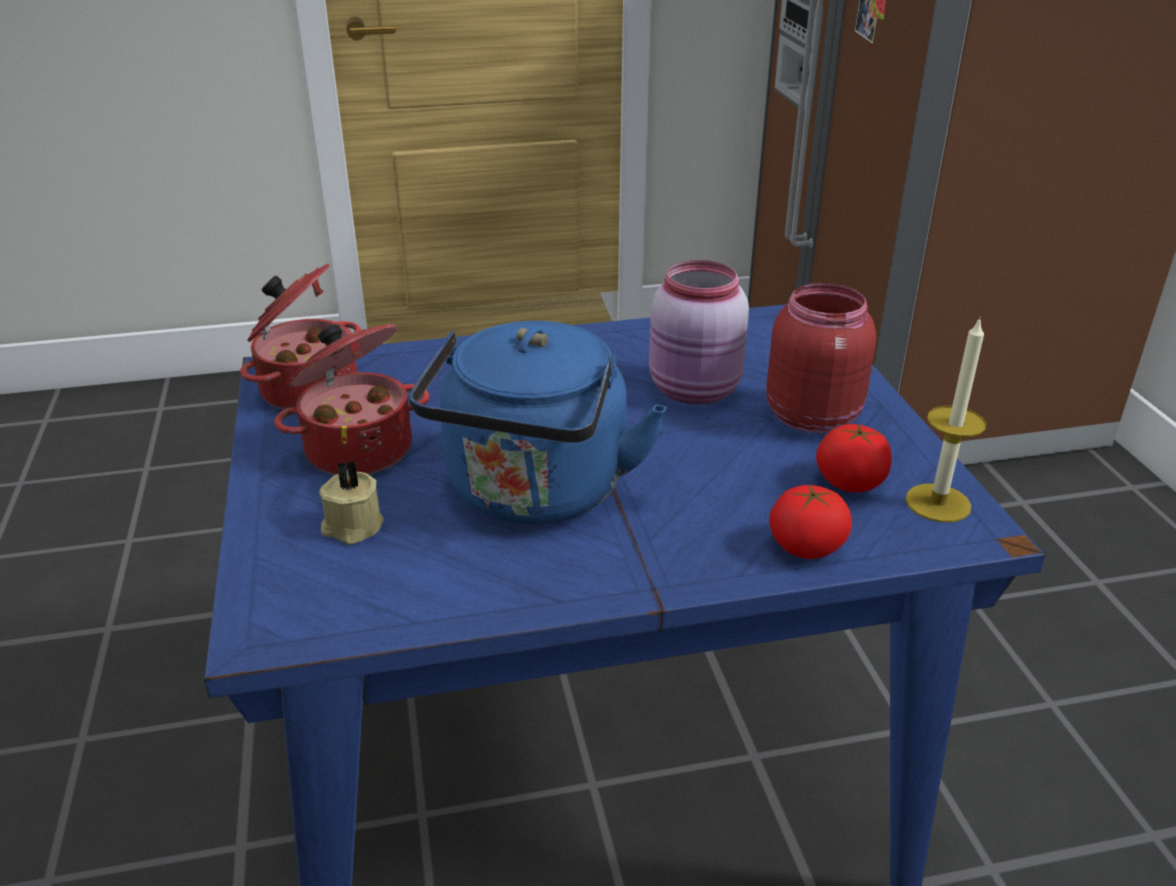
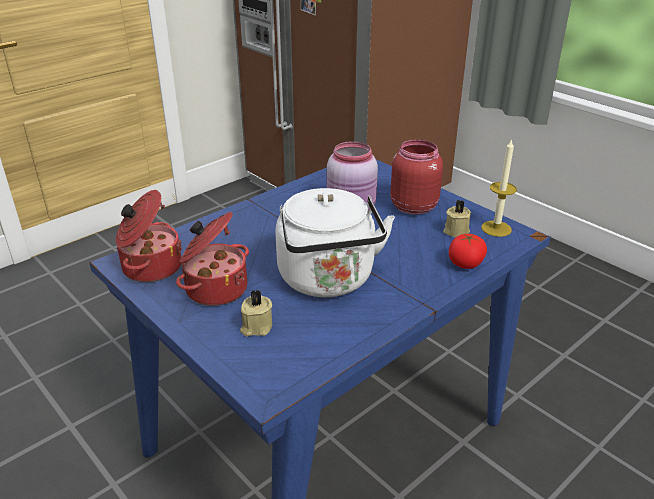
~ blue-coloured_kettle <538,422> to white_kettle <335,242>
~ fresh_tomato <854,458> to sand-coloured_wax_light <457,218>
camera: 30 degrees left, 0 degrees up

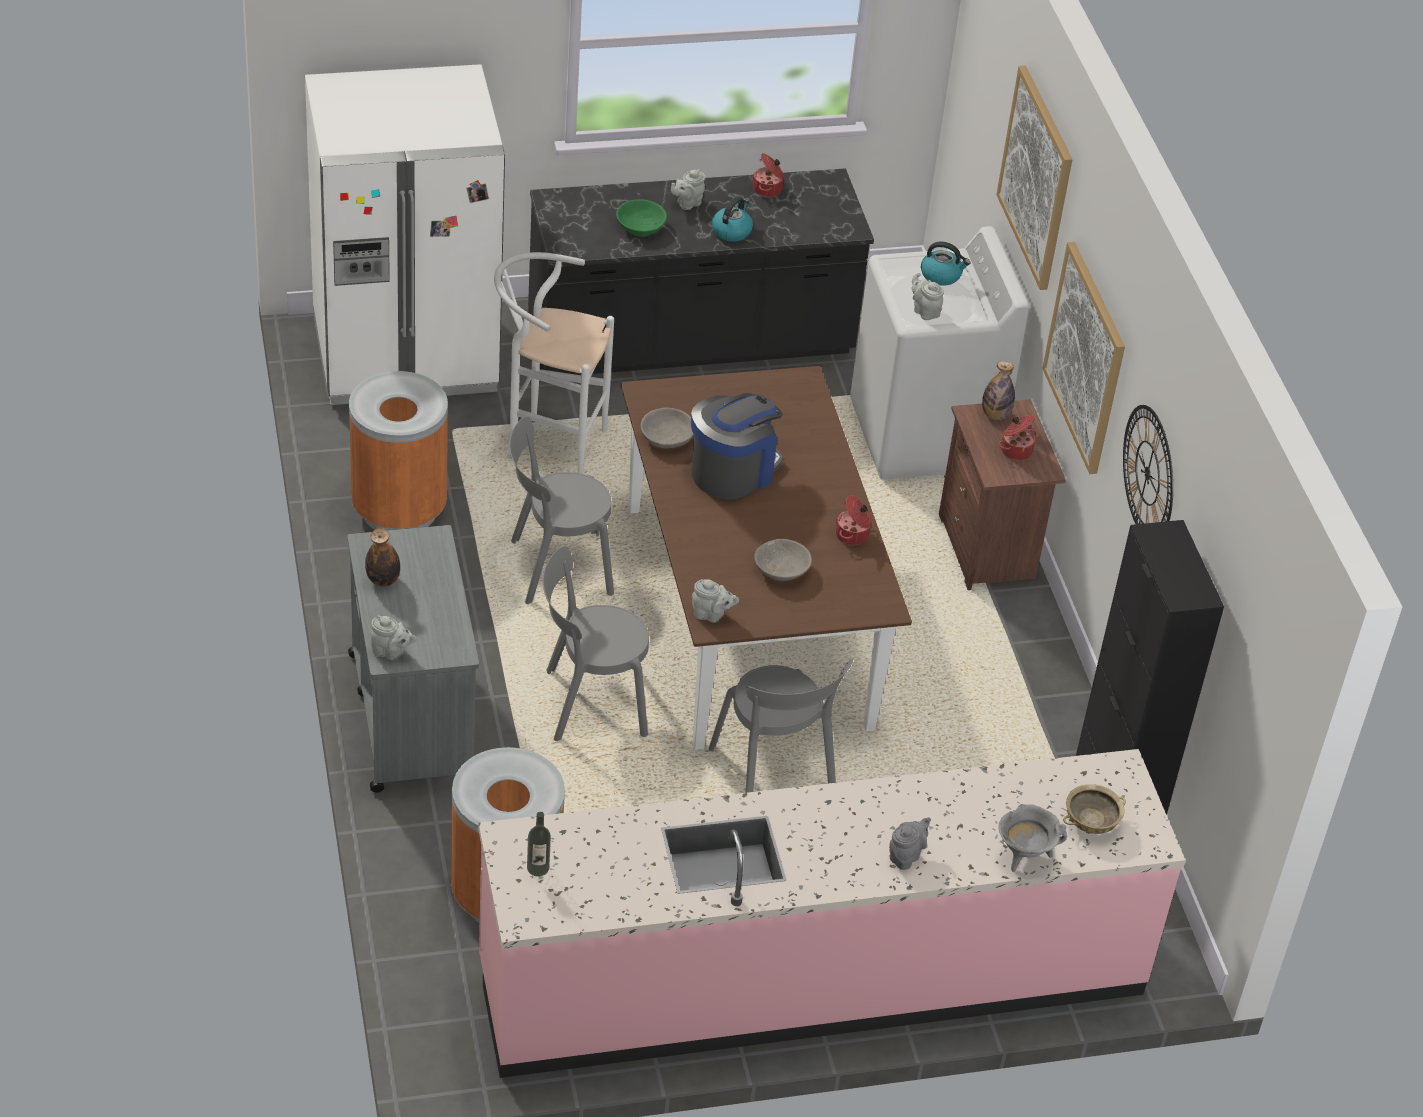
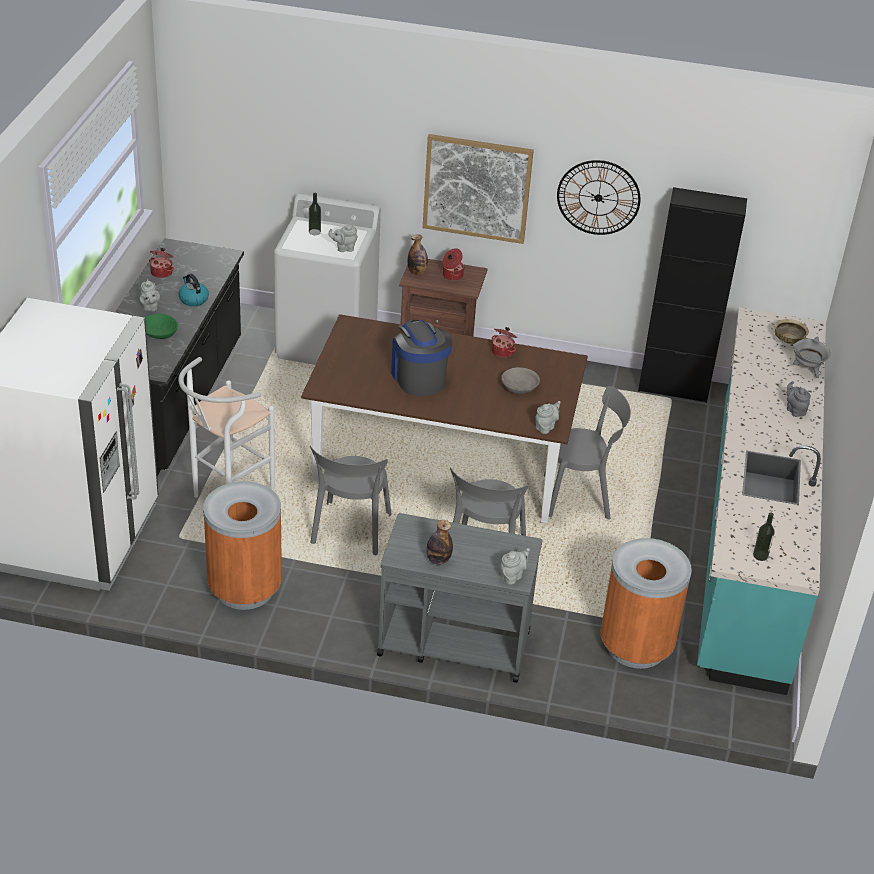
~ pink_kitchen_base_unit <831,913> to turquoise-coloured_kitchen_base_unit <761,501>
- greyish_serving_bowl <667,428>
~ kettle <946,264> to bottle <315,214>
- picture <1034,178>
camera: 65 degrees left, 5 degrees down

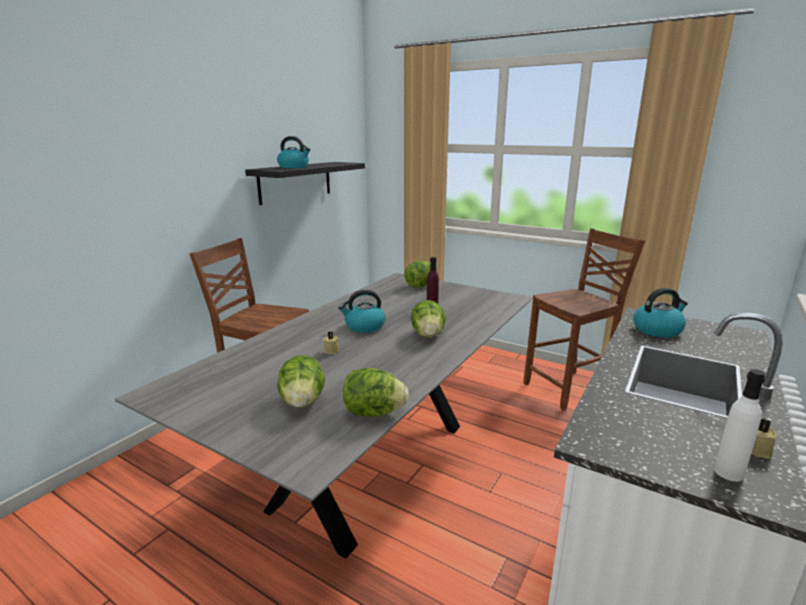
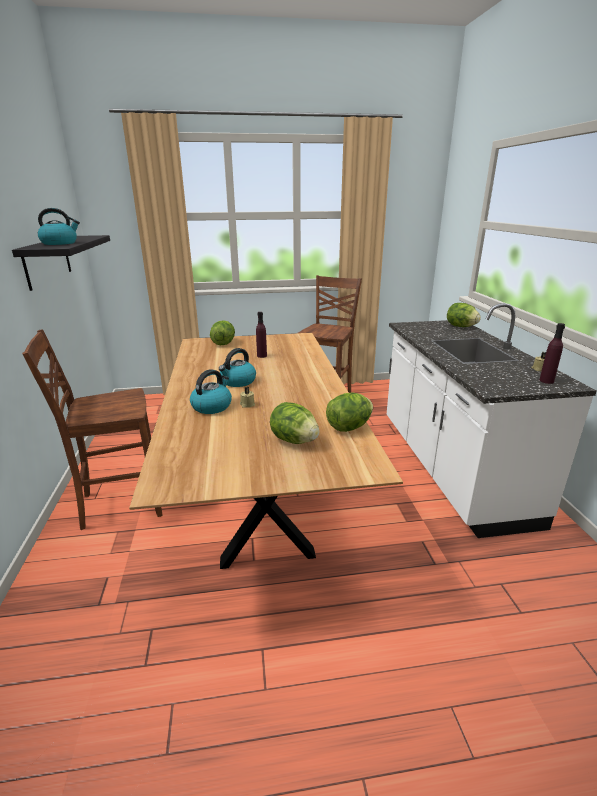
~ greyish_dining_table <324,416> to brown_dining_table <266,451>
~ lettuce <428,318> to <464,315>
~ kettle <660,313> to <211,391>
~ white_bottle <740,425> to purple-coloured_bottle <552,353>
camera: 40 degrees left, 5 degrees up

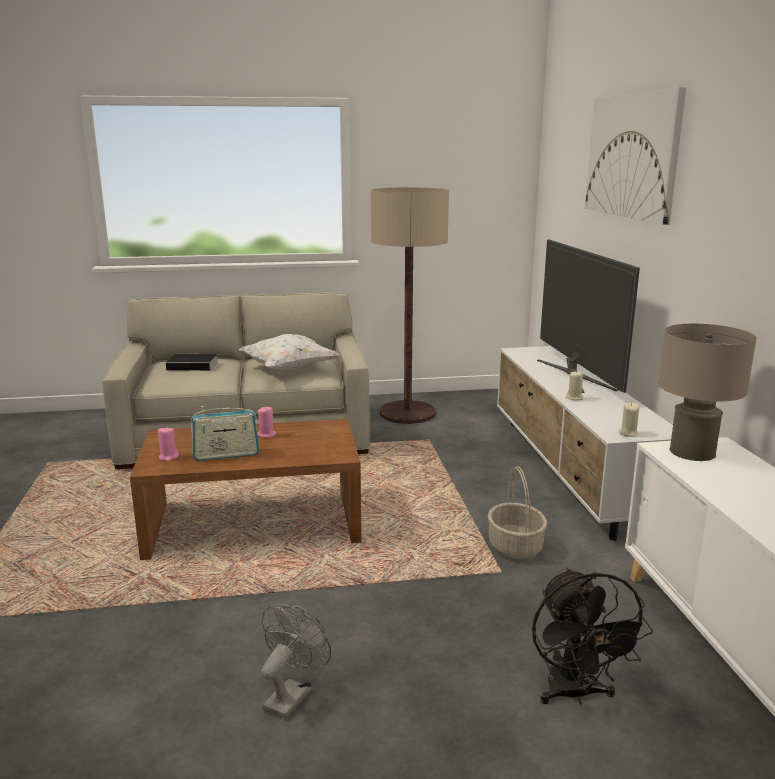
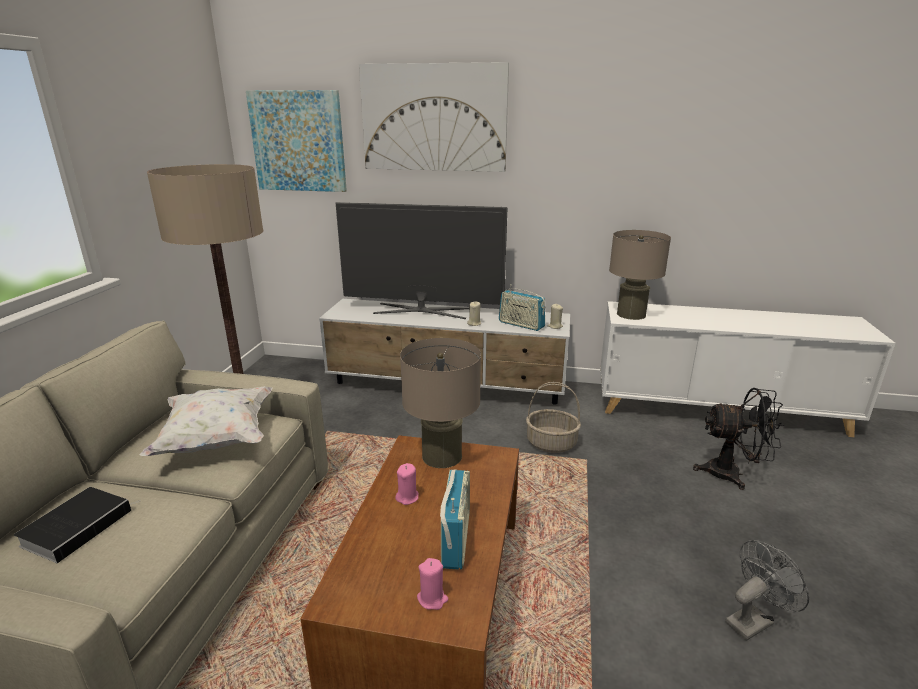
~ greyish_cooling_fan <296,661> = <767,590> 105 degrees clockwise
+ picture <296,141>
+ sand-coloured_lamp_for_a_table <440,403>
+ radio <522,307>
camera: 70 degrees left, 5 degrees up

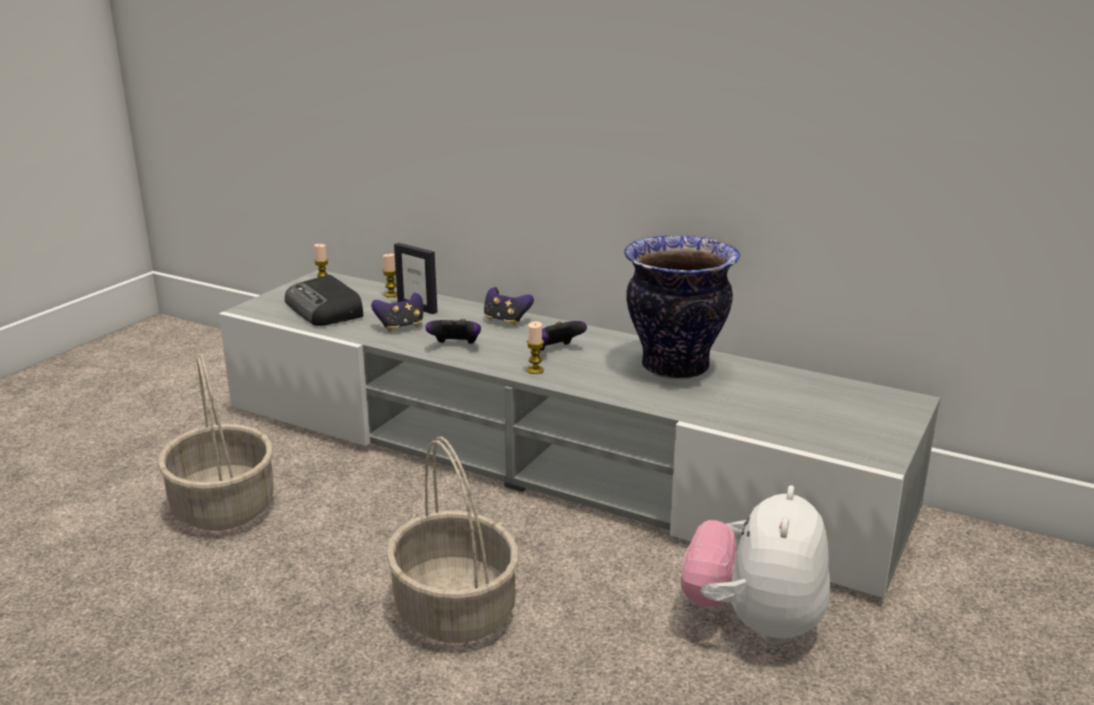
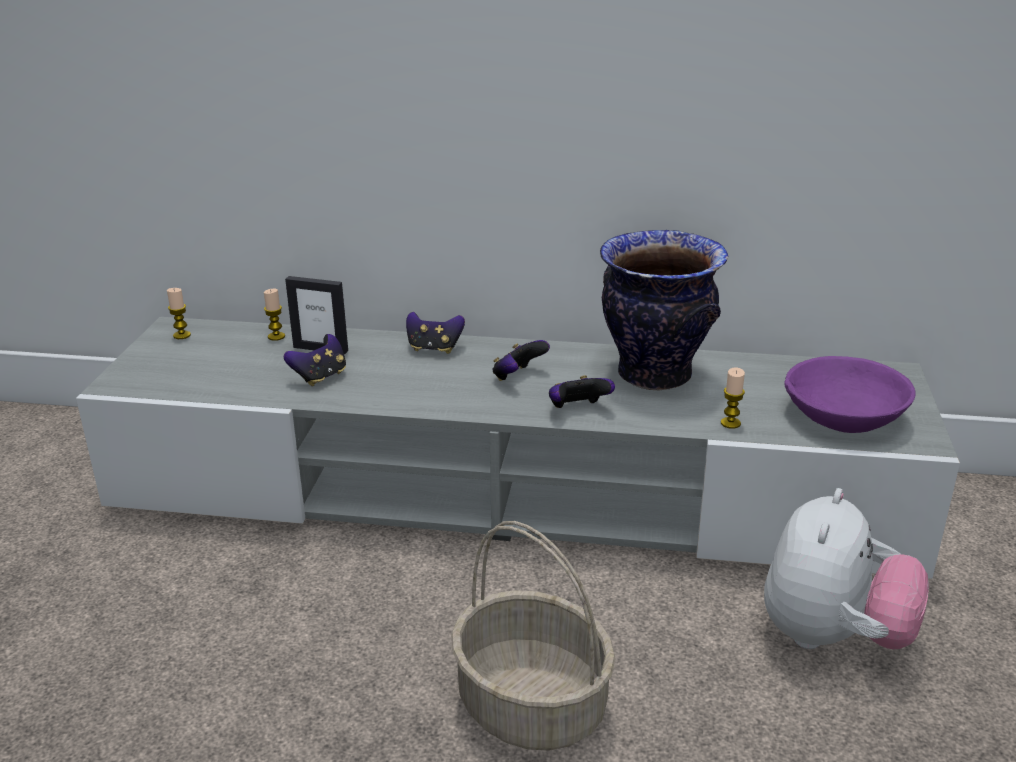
- household_basket <216,442>
- radio <324,300>
~ gamepad <453,331> to <582,391>
~ wax_light <535,347> to <733,398>
~ plush_toy <755,564> = <846,569> 150 degrees counterclockwise
+ purple-coloured_serving_bowl <850,394>
camera: 20 degrees left, 5 degrees up

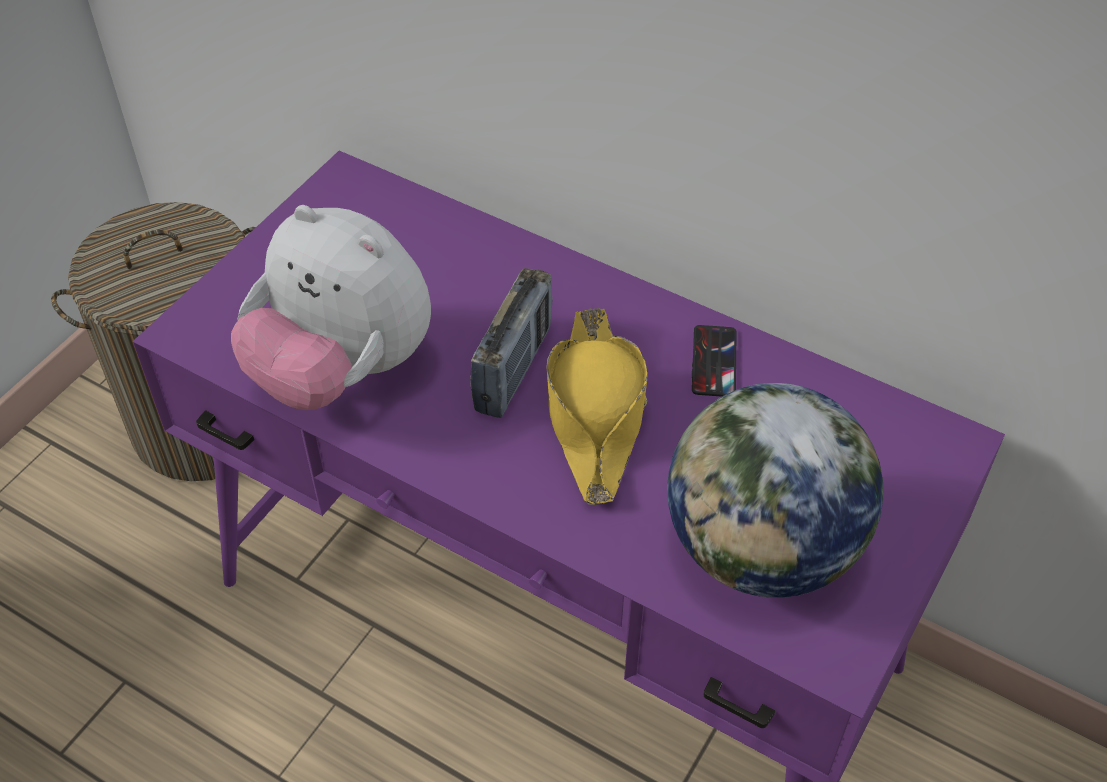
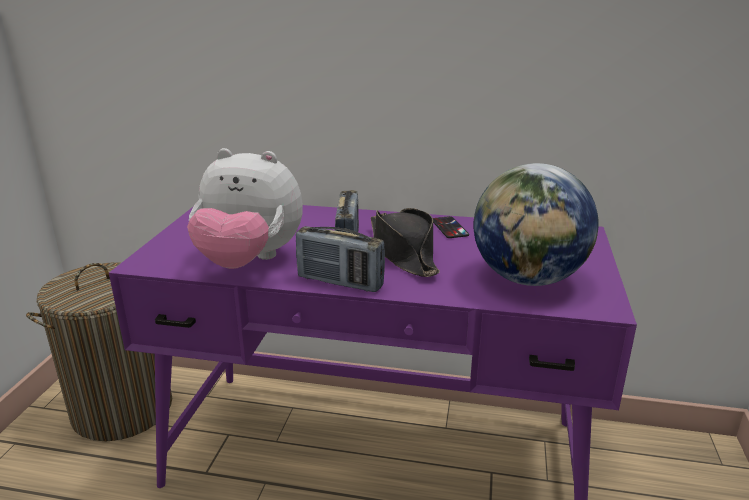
~ yellowish_clothing_hat <597,406> to blackish_clothing_hat <405,242>
+ radio <340,259>
camera: 20 degrees left, 25 degrees down

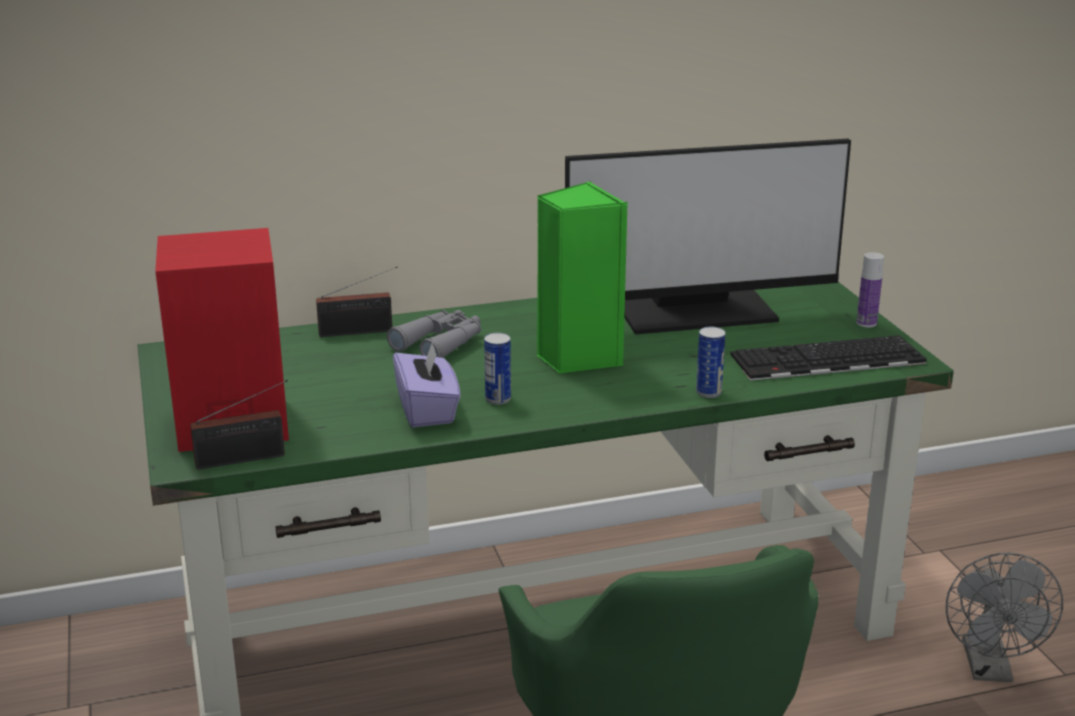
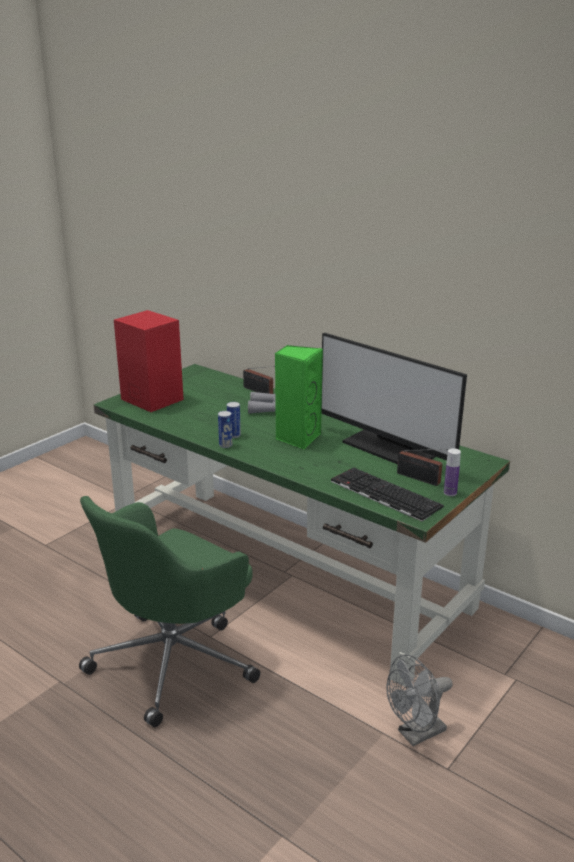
~ radio <239,424> to <422,467>
- purple-coloured_tissue_holder <427,384>
~ metal_can <711,362> to <225,429>
camera: 55 degrees right, 0 degrees up

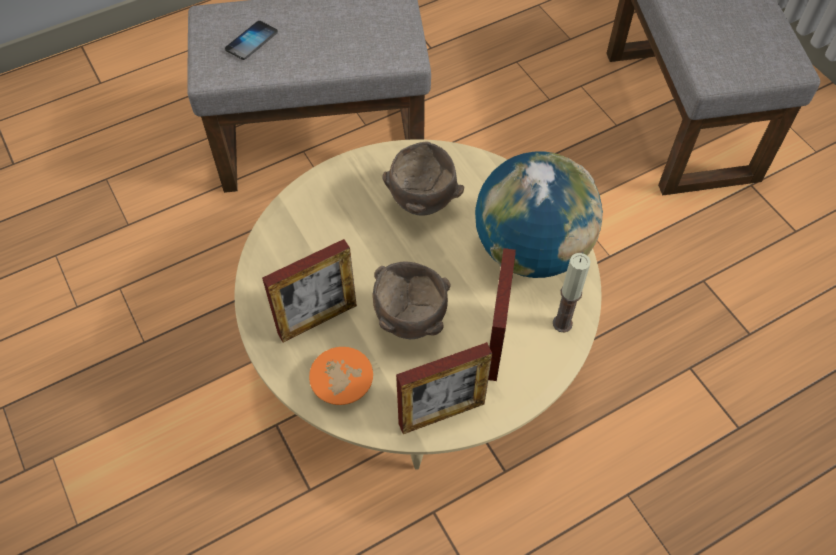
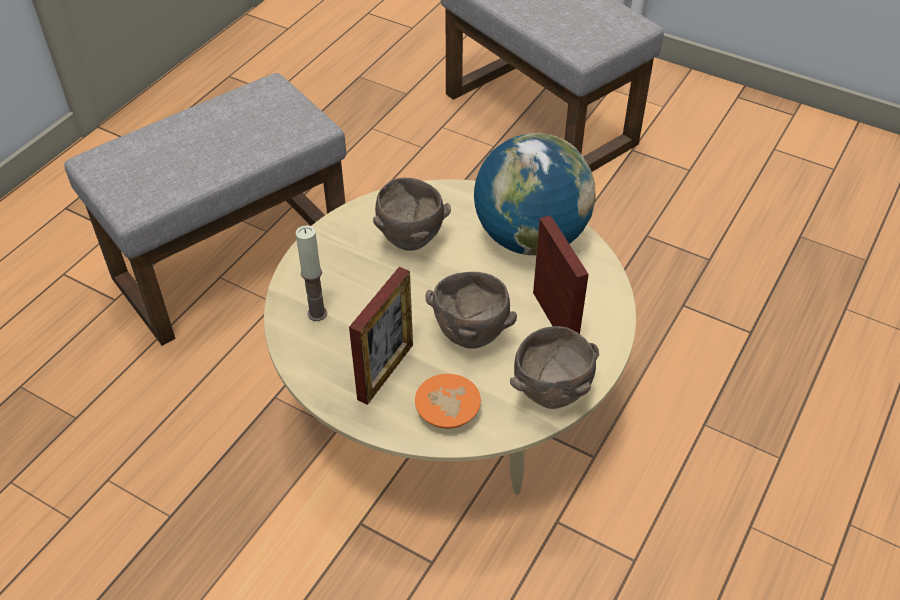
- handset <251,40>
~ photo_frame <444,388> to brown_serving_bowl <554,367>
~ wax_light <572,293> to <311,273>
camera: 30 degrees left, 10 degrees down

